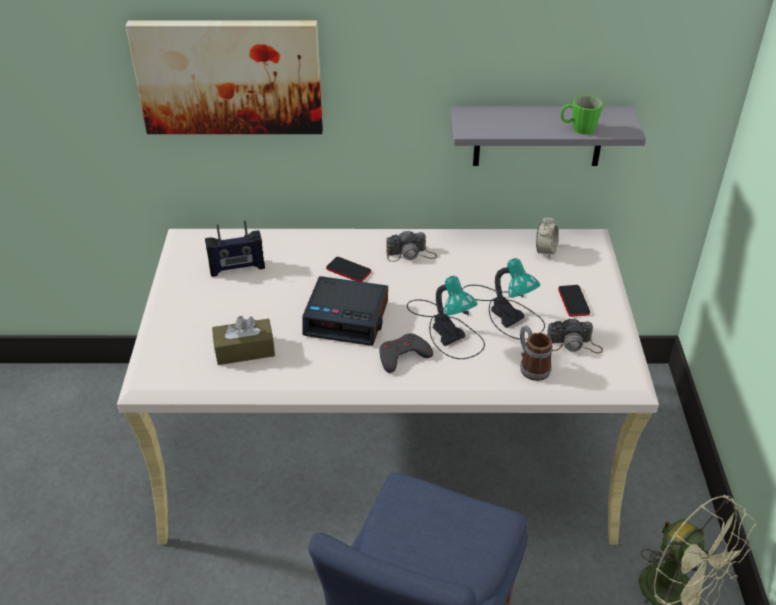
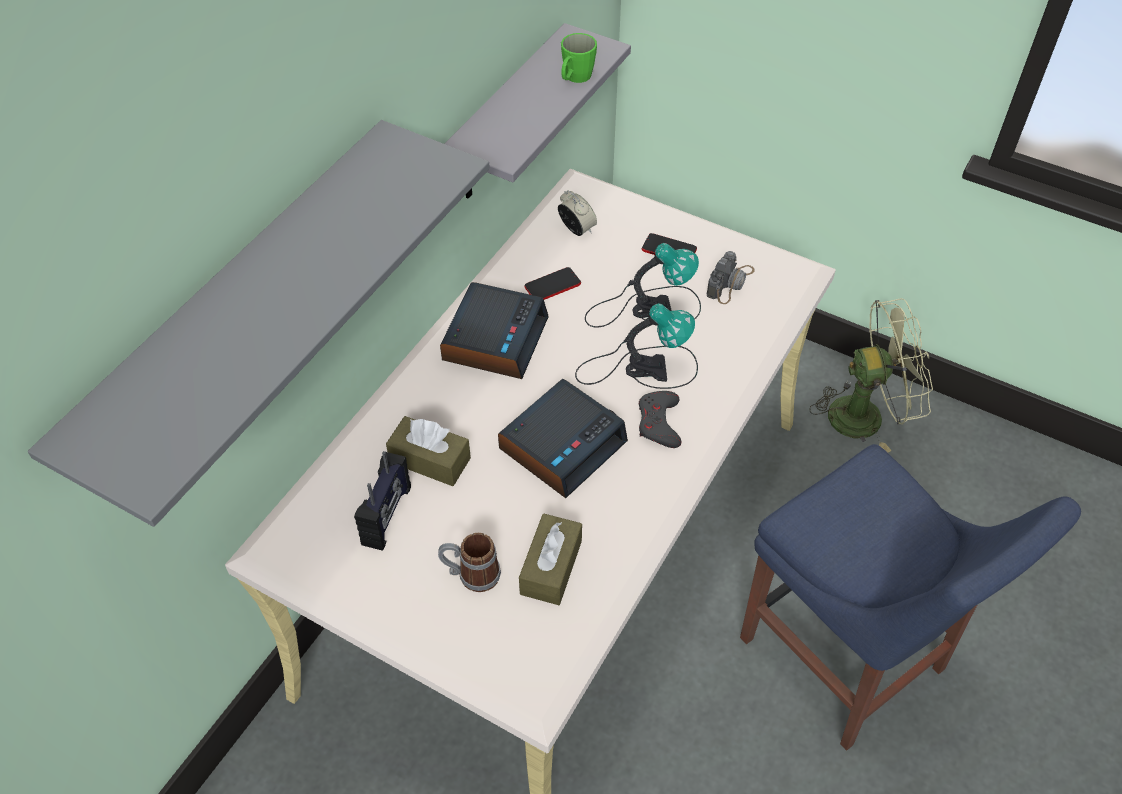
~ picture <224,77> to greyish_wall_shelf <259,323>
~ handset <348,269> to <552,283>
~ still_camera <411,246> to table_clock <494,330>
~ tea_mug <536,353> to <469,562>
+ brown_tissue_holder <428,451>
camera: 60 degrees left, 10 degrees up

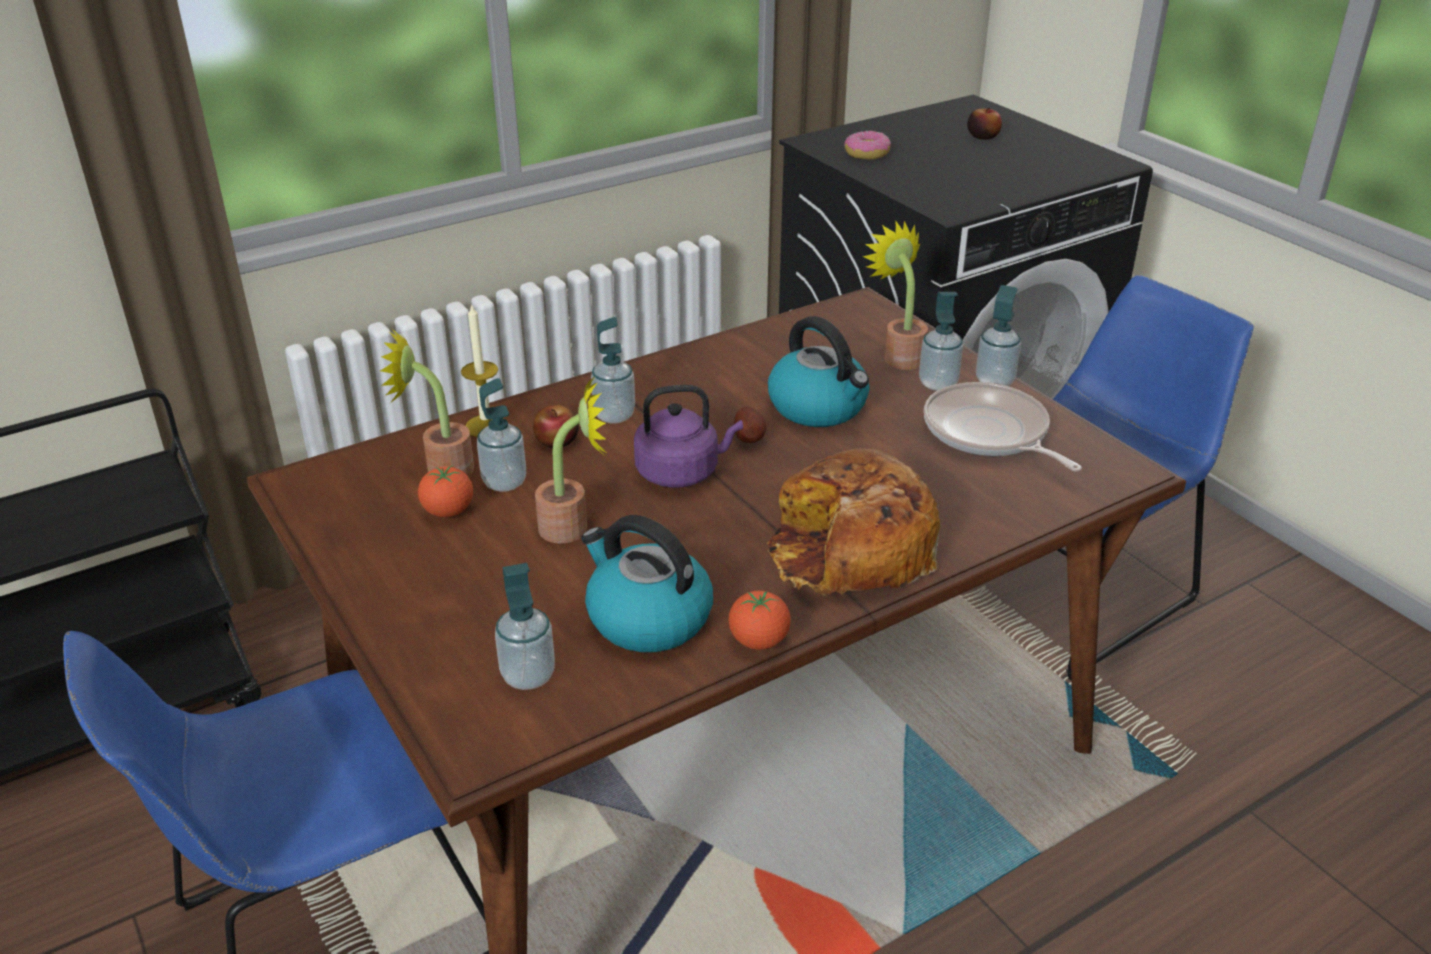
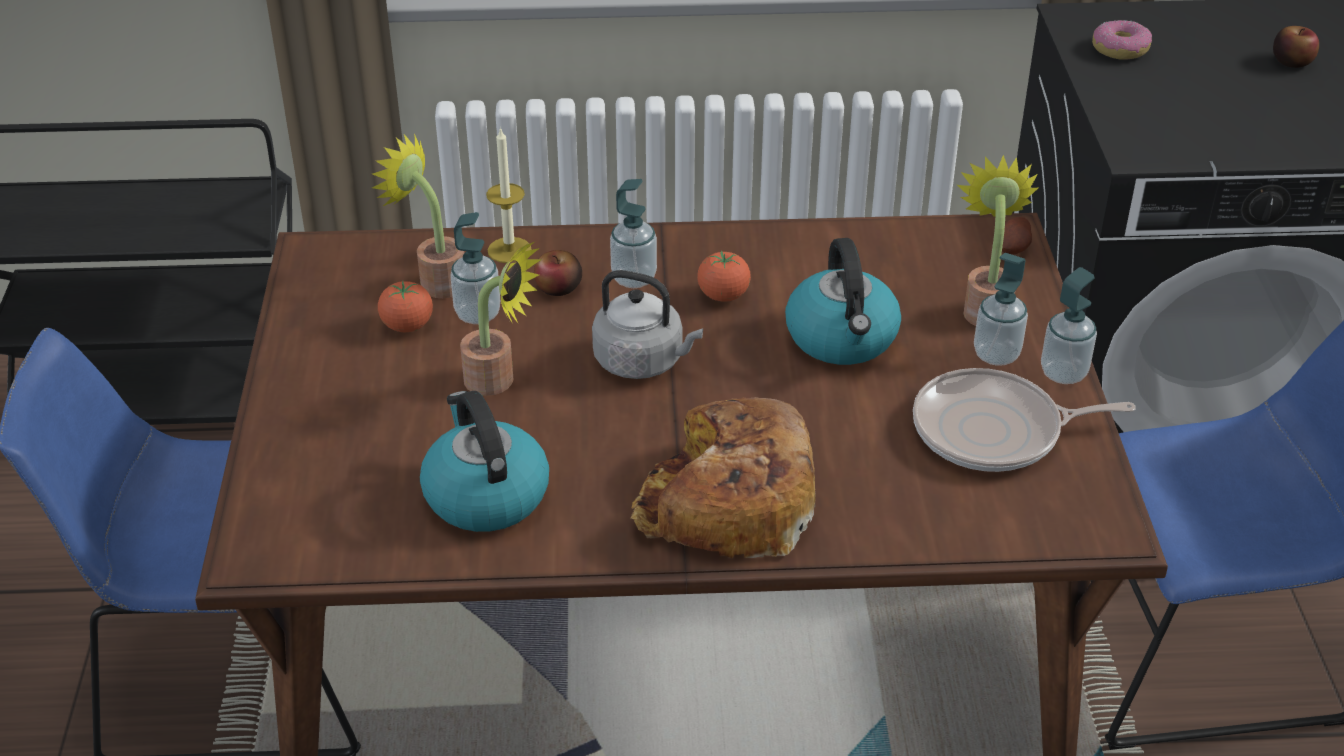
- soap_bottle <525,626>
~ purple-coloured_kettle <688,436> to greyish_kettle <647,324>
~ fresh_tomato <759,620> to <724,276>
~ potato <750,424> to <1017,236>
~ pan <1003,427> = <1024,420> 90 degrees counterclockwise
camera: 30 degrees right, 5 degrees up

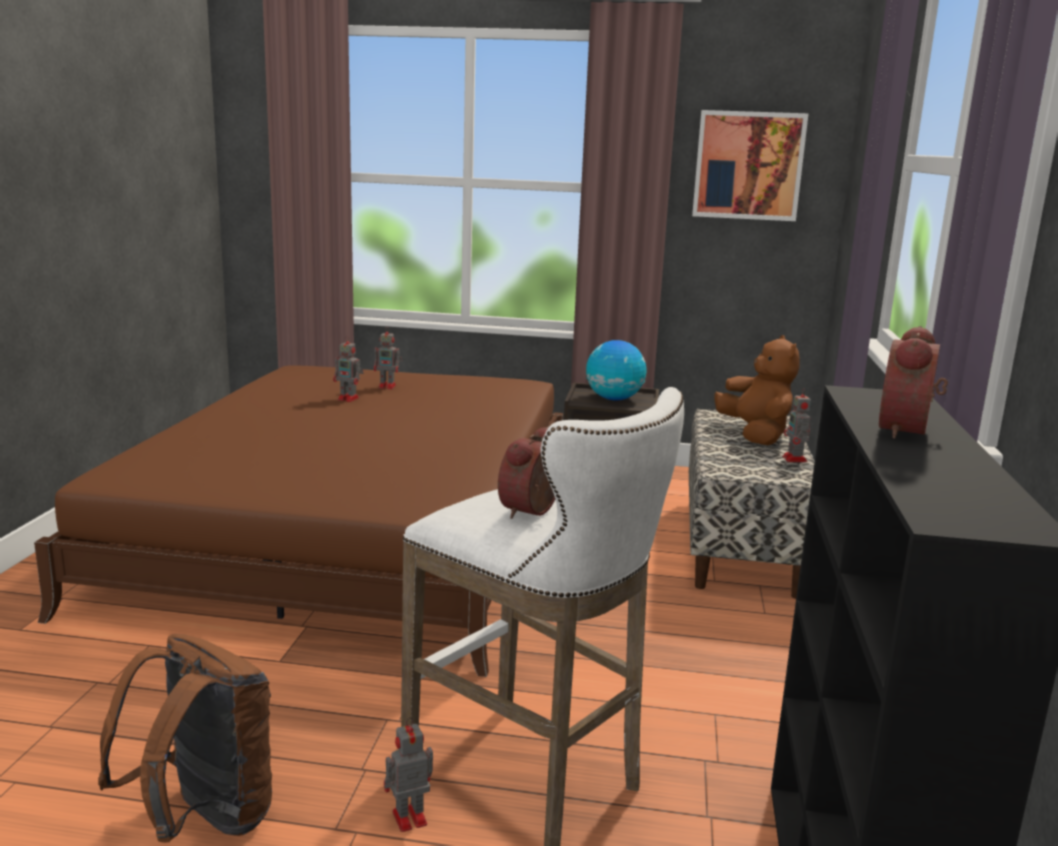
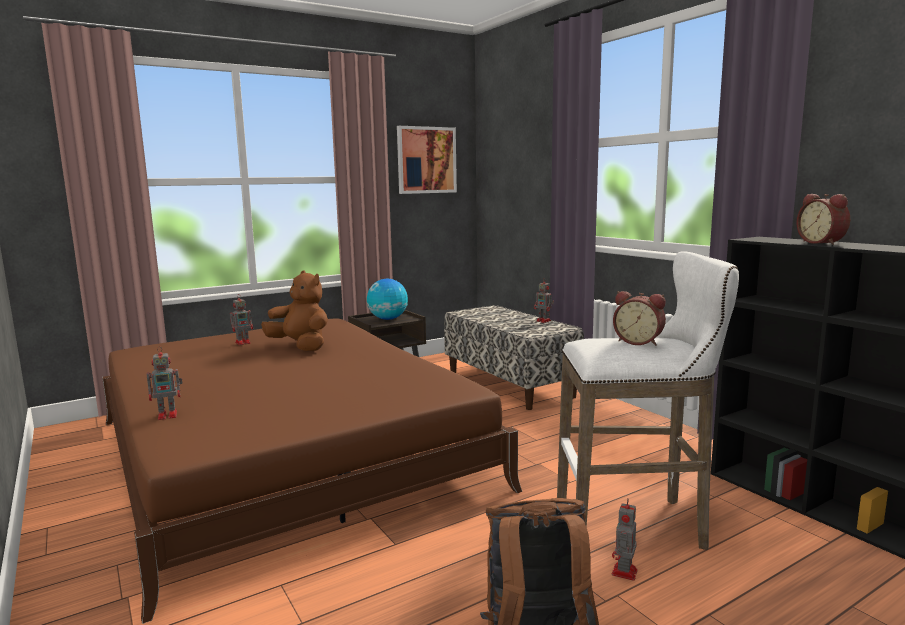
~ robot_figure <348,369> to <165,383>
~ table_clock <526,472> = <639,318> 45 degrees counterclockwise
~ brown_plush_toy <757,390> to <294,311>
camera: 40 degrees left, 5 degrees down

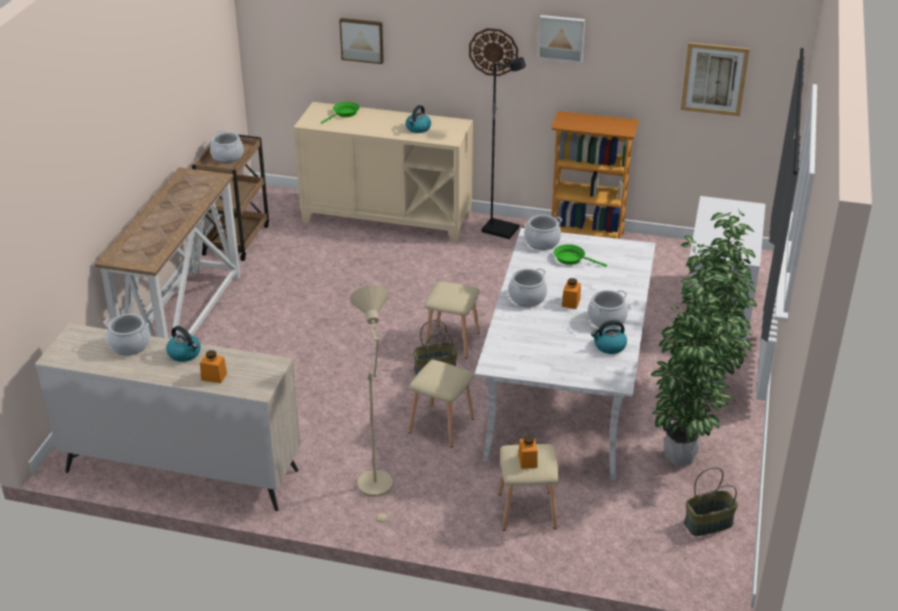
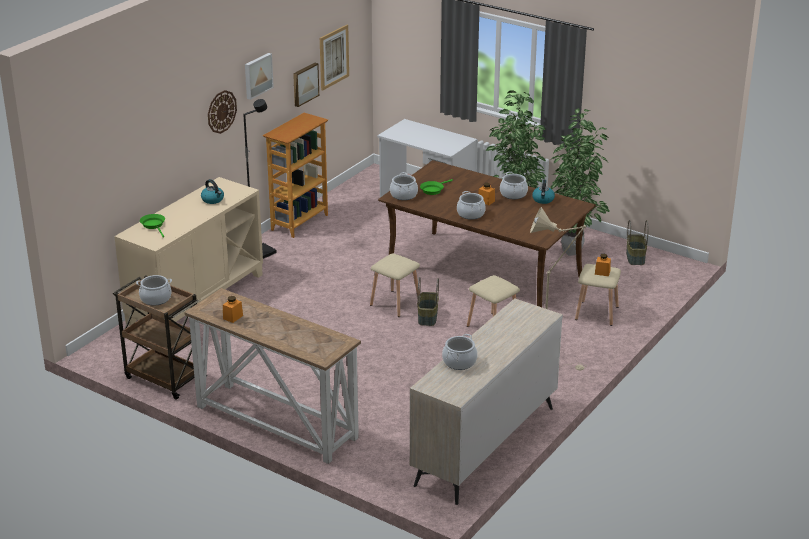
- kettle <183,344>
~ orangey_storage_jar <213,366> to <233,309>
~ picture <361,41> to <306,85>
~ white_dining_table <565,354> to brown_dining_table <487,233>
camera: 70 degrees left, 5 degrees down

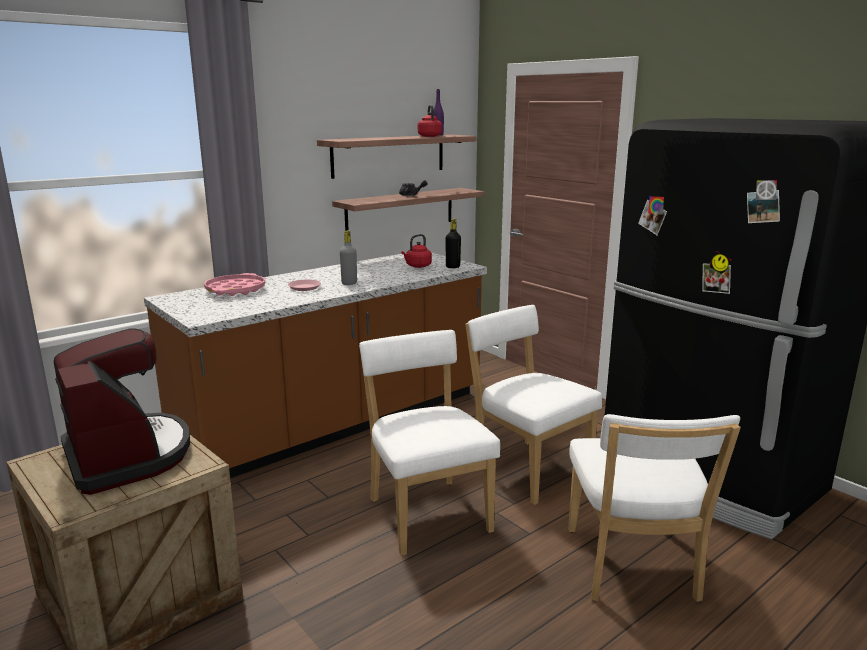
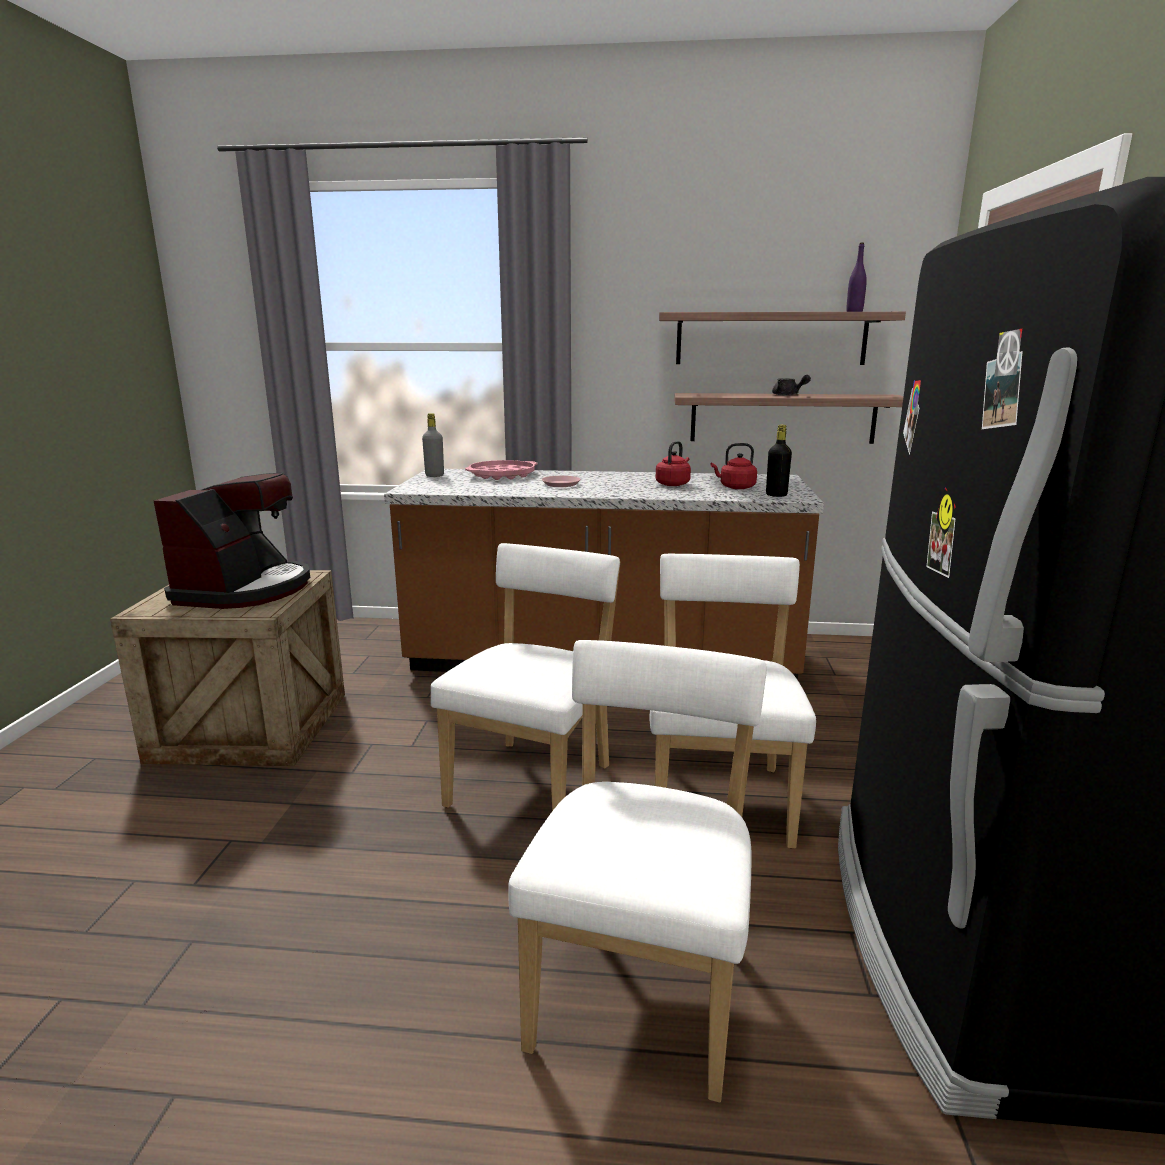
~ greyish_bottle <348,258> to <433,445>
~ red-coloured_kettle <430,121> to <673,463>
~ white_chair <654,508> = <637,871> 150 degrees clockwise
camera: 45 degrees right, 0 degrees up

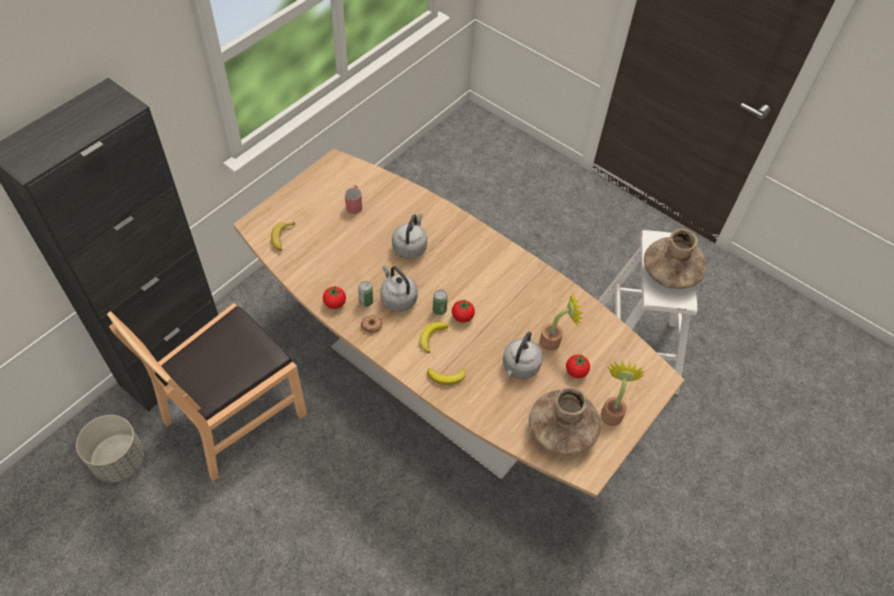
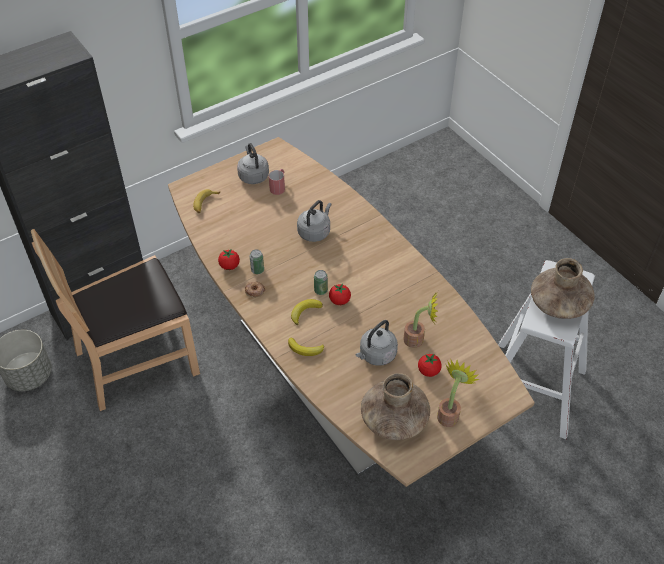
~ greyish_kettle <399,288> to <253,163>
camera: 20 degrees right, 5 degrees down

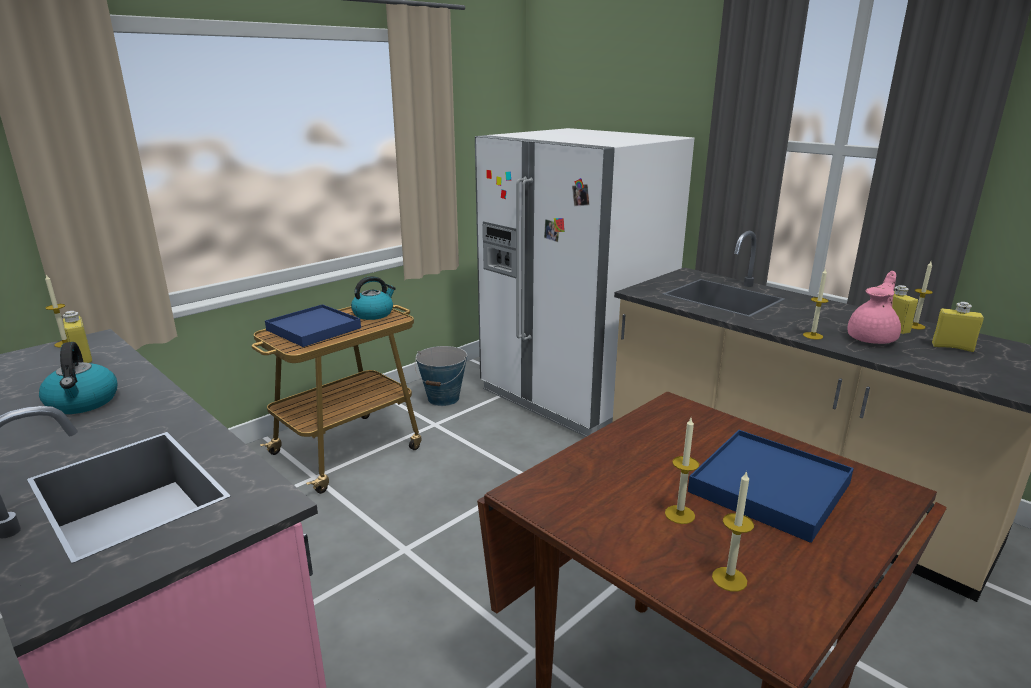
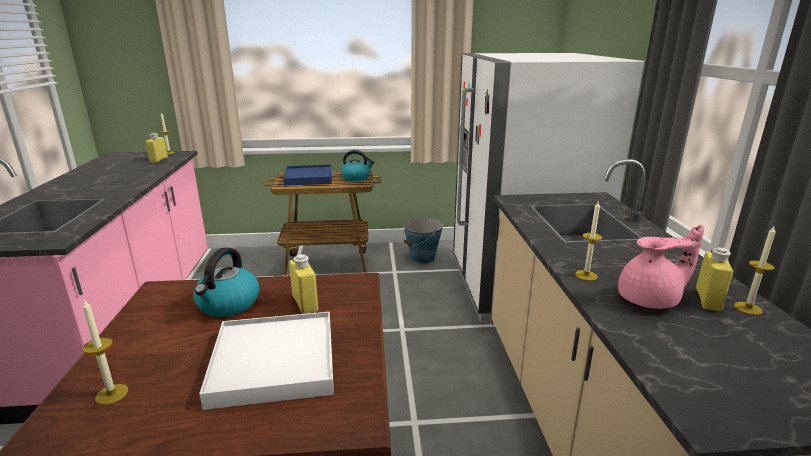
~ kettle <78,378> to <226,282>
- wax_light <682,471>
~ blue-coloured_serving_tray <771,486> to white_serving_tray <266,361>
~ yellowish_bottle <958,327> to <303,284>
camera: 40 degrees right, 0 degrees up

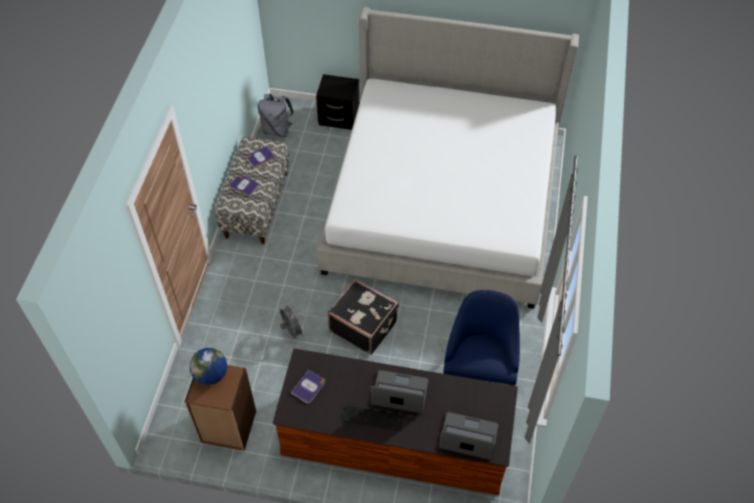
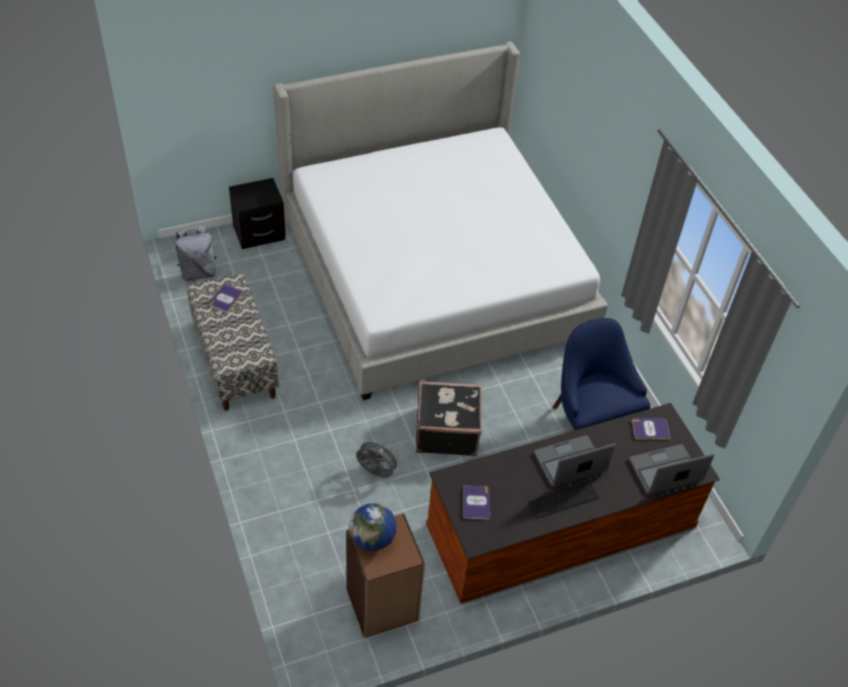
~ volume <244,186> to <651,429>
camera: 35 degrees left, 5 degrees down

